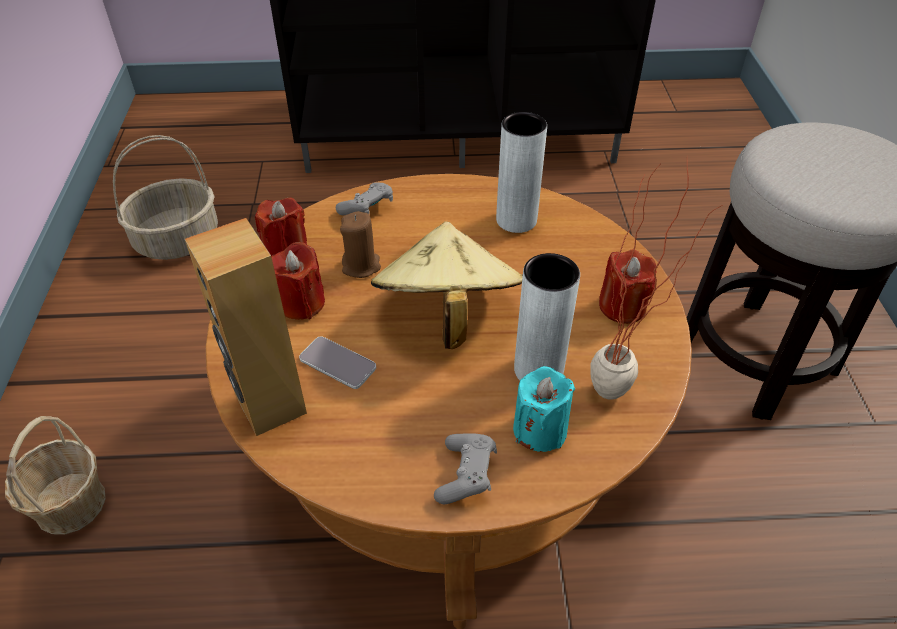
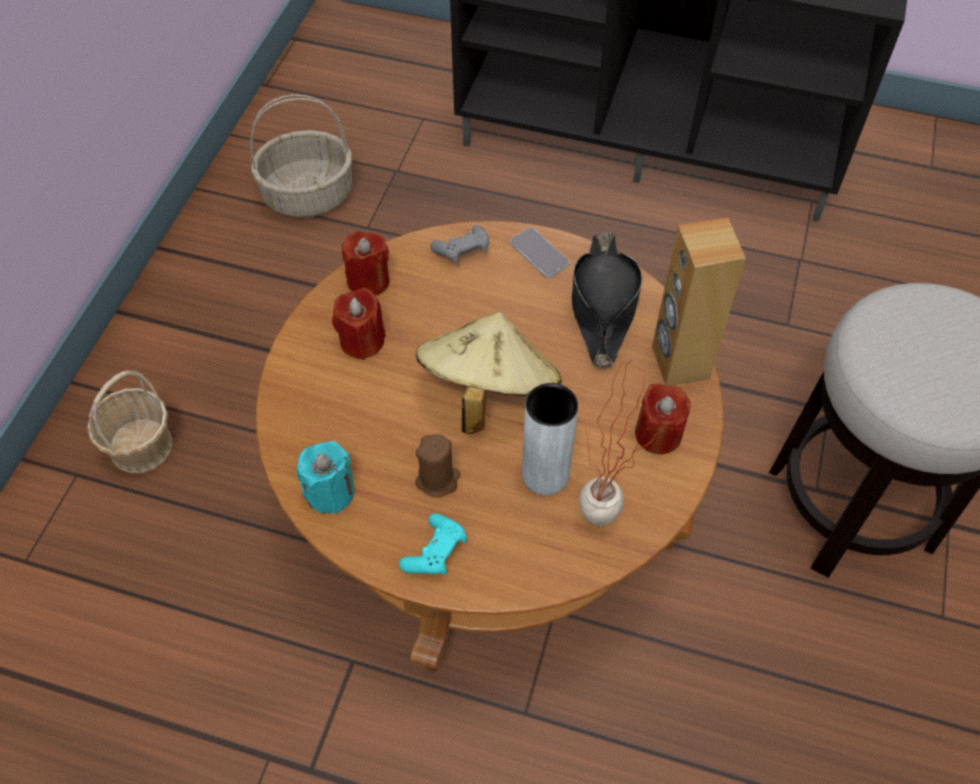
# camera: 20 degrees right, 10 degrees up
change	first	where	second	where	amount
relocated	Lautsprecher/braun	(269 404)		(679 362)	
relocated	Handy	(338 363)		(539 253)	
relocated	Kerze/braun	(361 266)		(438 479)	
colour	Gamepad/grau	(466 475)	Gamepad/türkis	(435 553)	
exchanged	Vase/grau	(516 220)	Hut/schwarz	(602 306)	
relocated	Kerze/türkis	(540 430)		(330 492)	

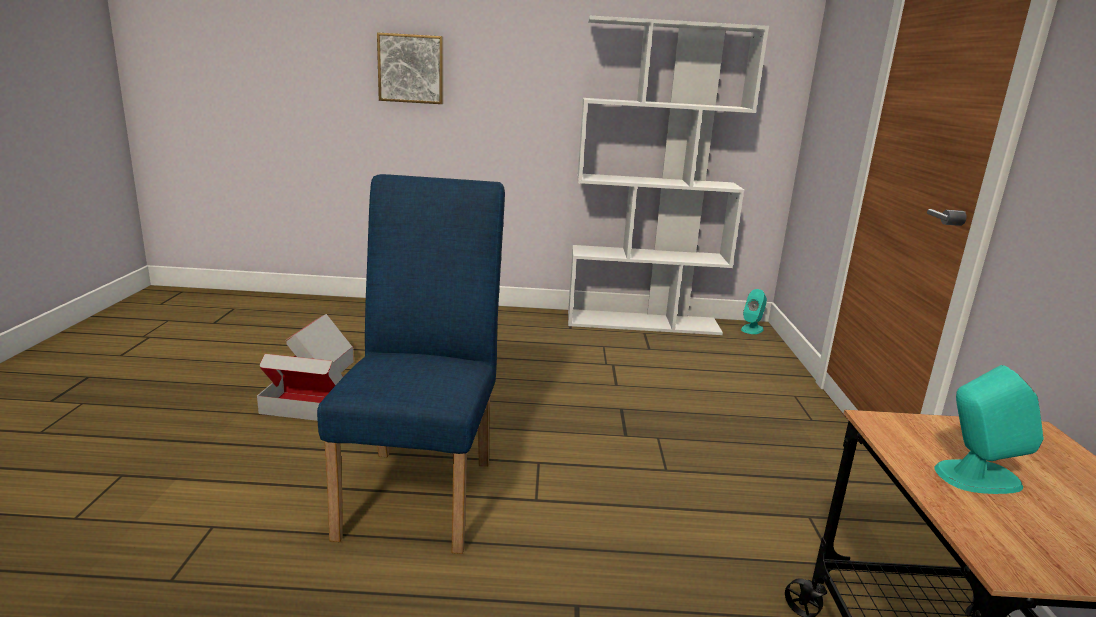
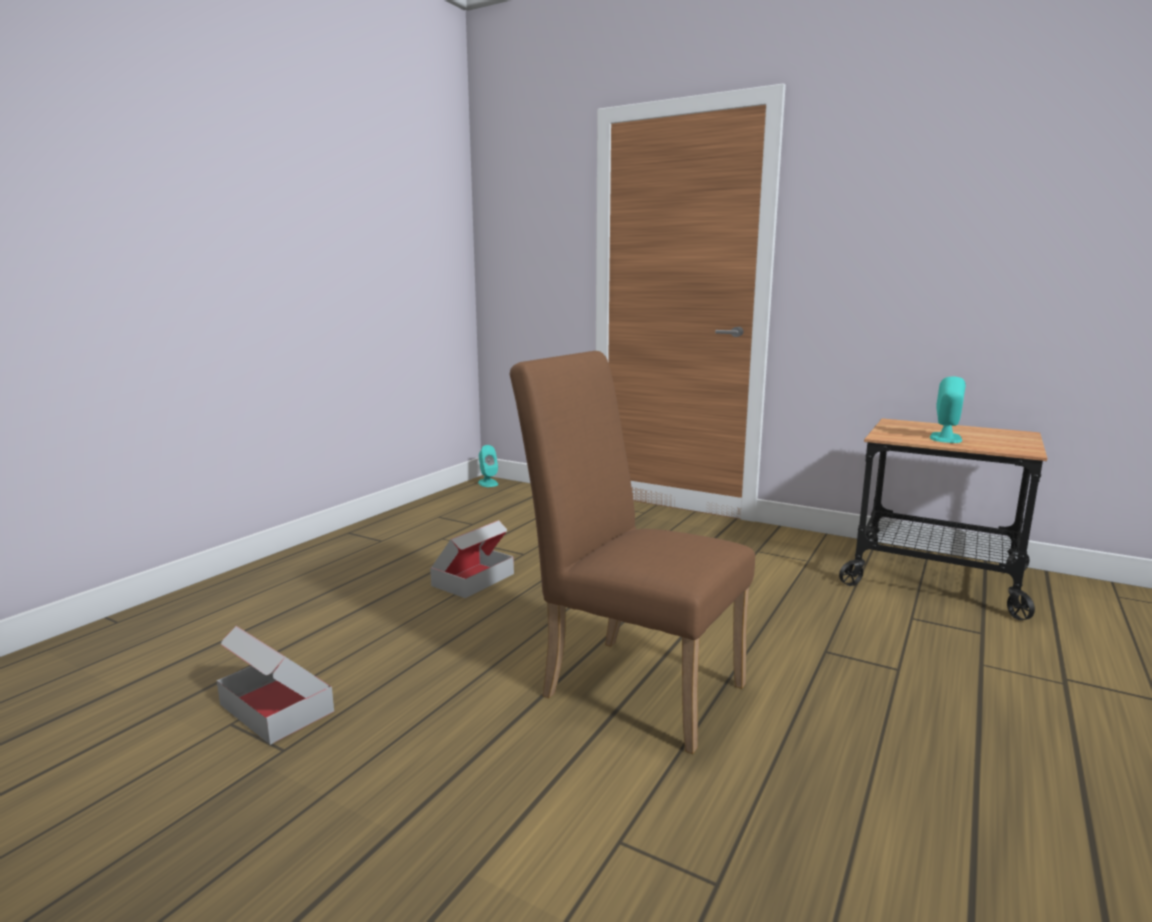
# camera: 60 degrees left, 5 degrees down
change	first	where	second	where	amount
relocated	Karton	(305 406)		(473 579)	
colour	Stuhl/blau	(422 489)	Stuhl/braun	(631 684)	
missing	Bild	(411 68)			
missing	Bücherregal/weiß	(643 322)			

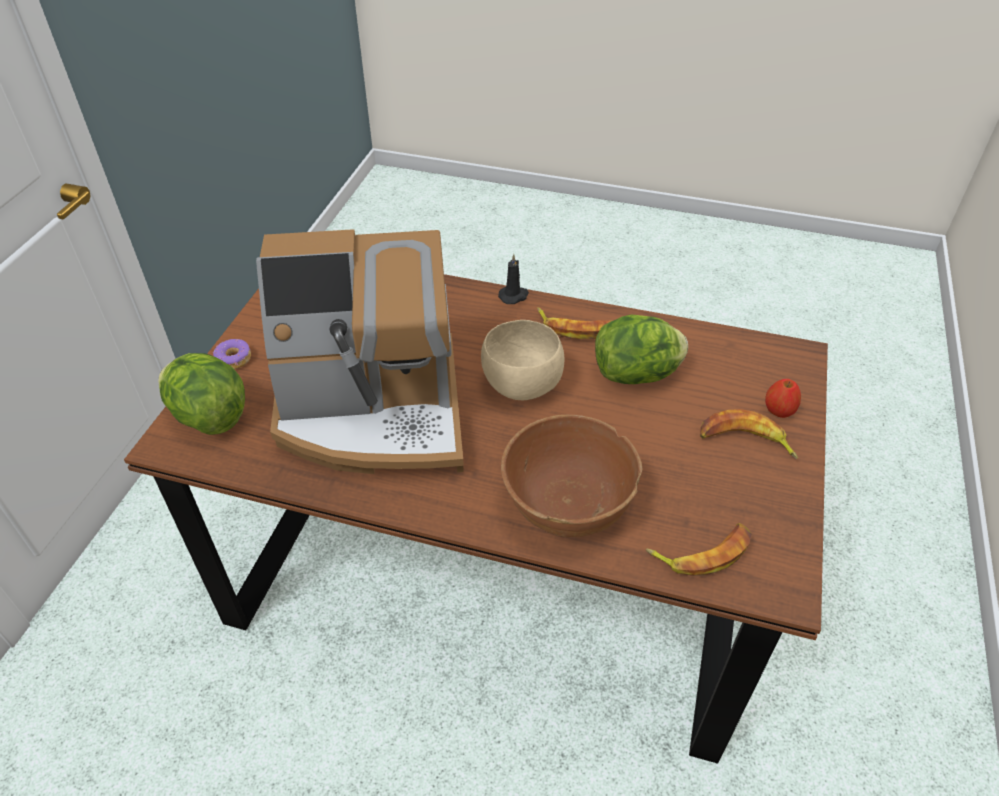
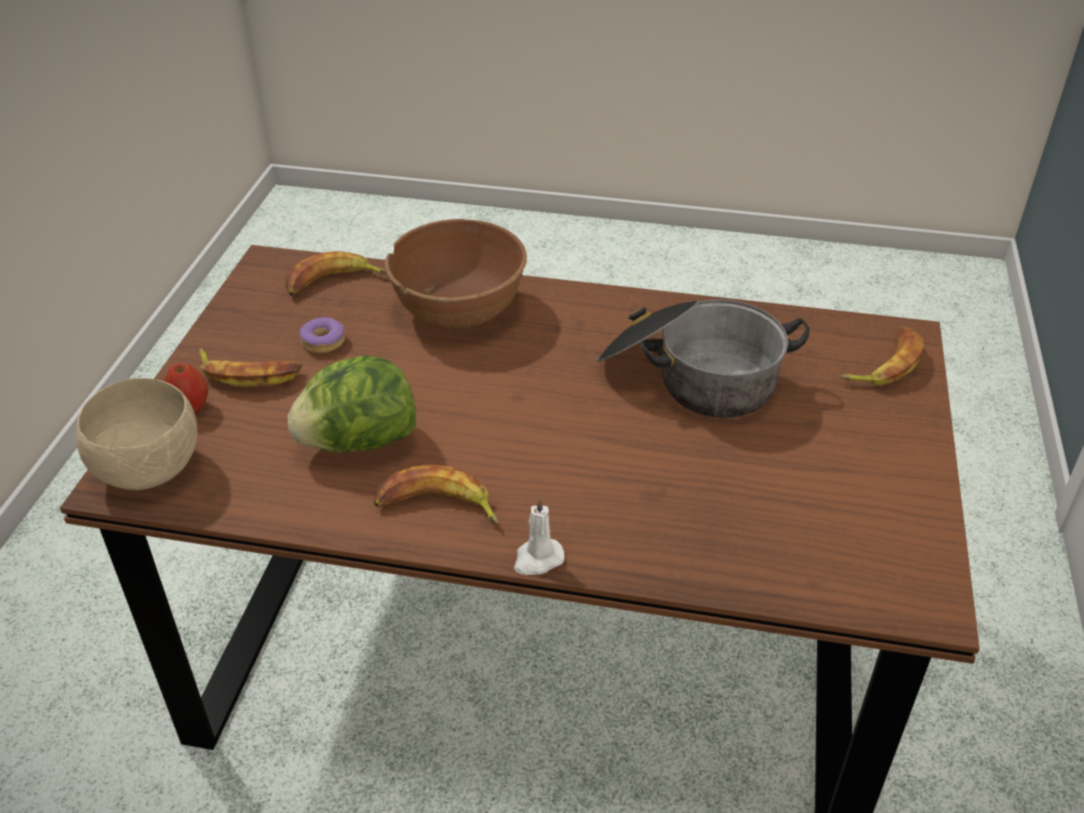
# camera: 175 degrees right, 5 degrees down
change	first	where	second	where	amount
exchanged	Salatkopf	(208 416)	Banane	(884 364)	
relocated	Donut	(234 359)		(323 342)	
exchanged	Kaffeemaschine	(374 413)	Kochtopf	(691 378)	
relocated	Schüssel/beige	(520 386)		(152 469)	
colour	Kerze/schwarz	(514 296)	Kerze/weiß	(537 559)	

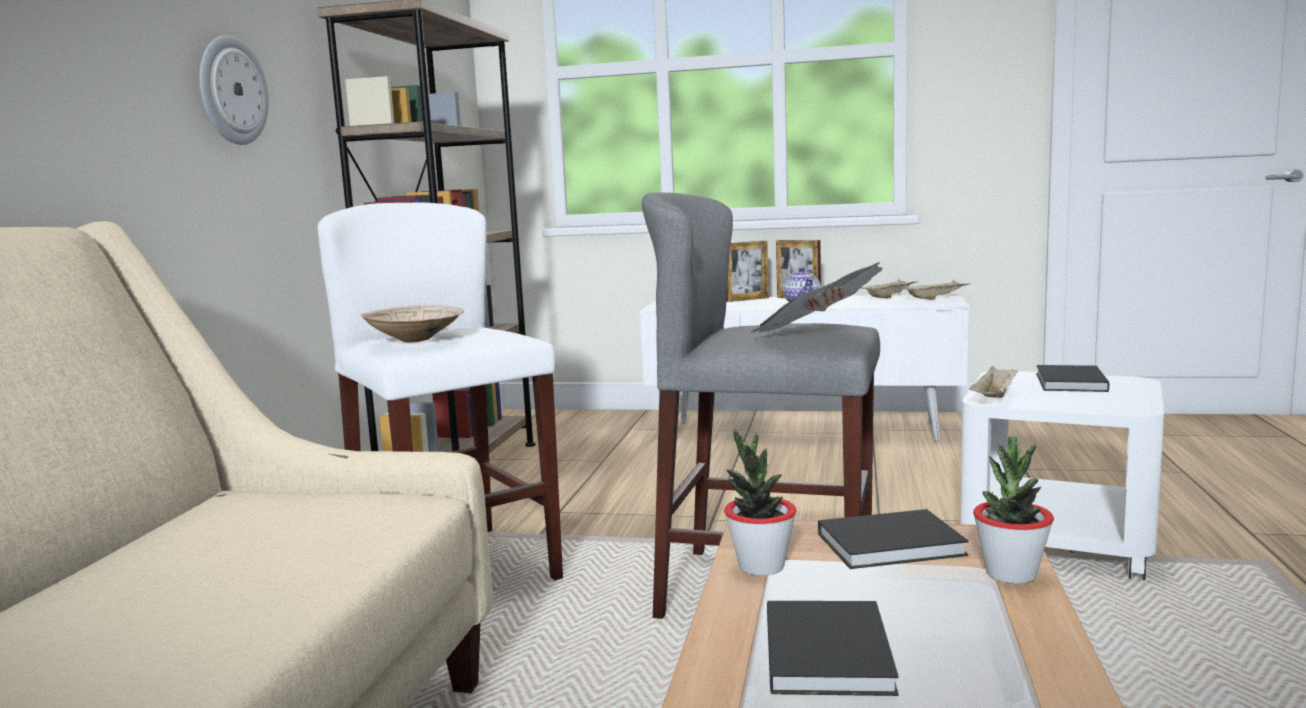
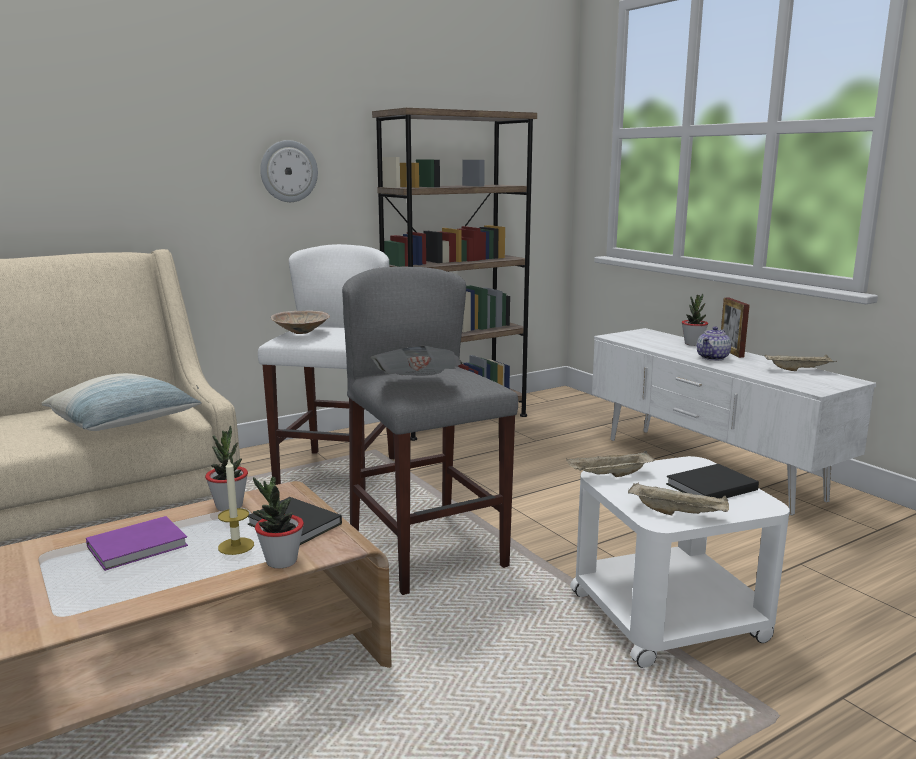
# camera: 45 degrees right, 5 degrees up
change	first	where	second	where	amount
exchanged	Bilderrahmen	(747 299)	Topfpflanze	(693 344)	
colour	Buch/schwarz	(829 651)	Buch/lila	(140 546)	
relocated	Tablett/beige	(935 298)		(679 513)	
appeared			Kissen	(125 424)	
appeared			Kerze	(236 546)	

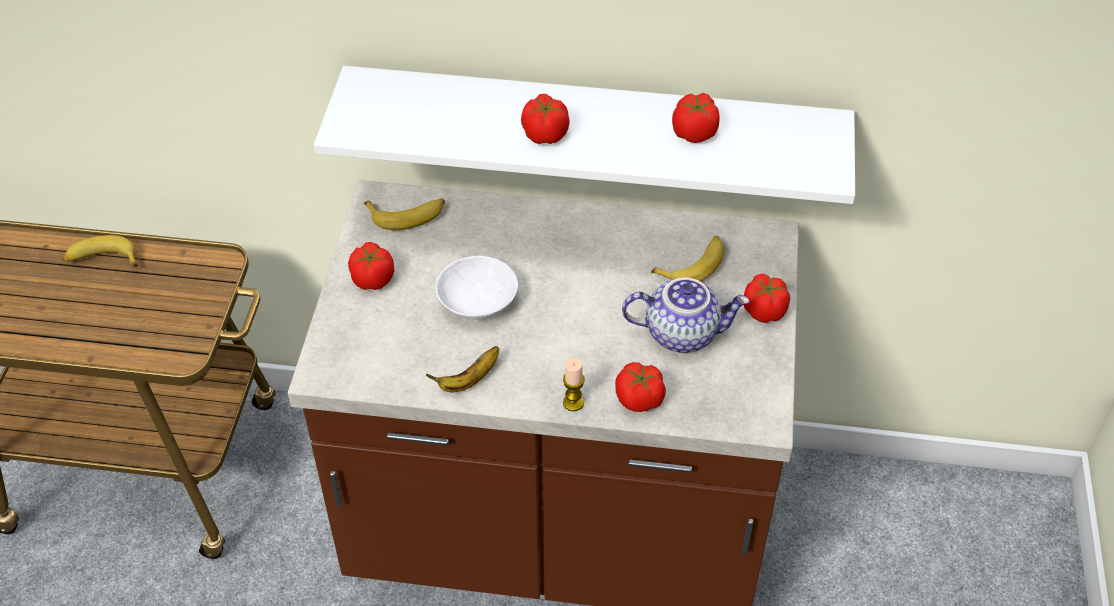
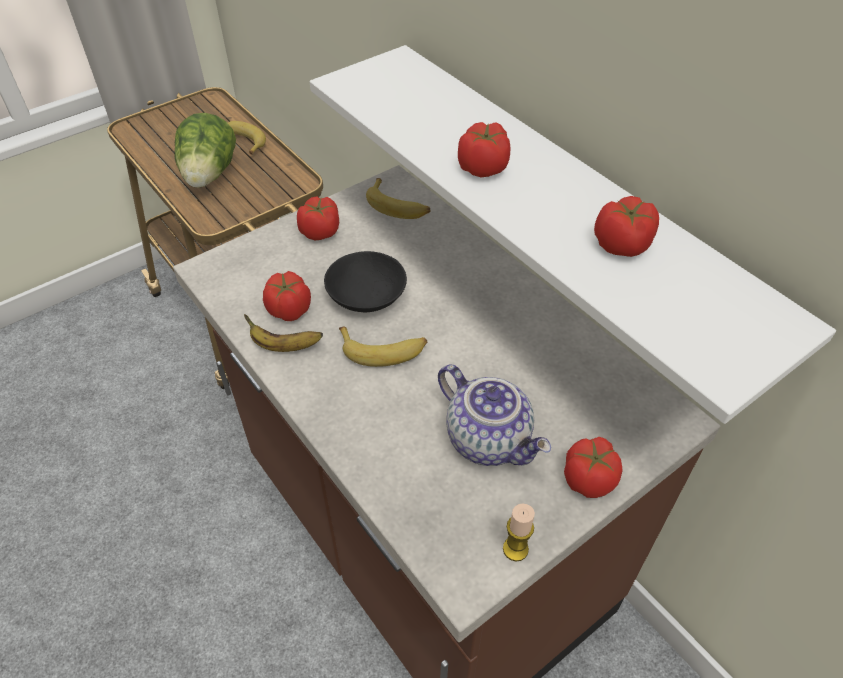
# camera: 45 degrees right, 0 degrees up
change	first	where	second	where	amount
colour	Schüssel/weiß	(479 300)	Schüssel/schwarz	(368 295)	
relocated	Kerze	(573 403)		(515 549)	
relocated	Tomate	(639 399)		(289 310)	
relocated	Banane	(693 265)		(383 350)	
appeared			Salatkopf	(209 175)	

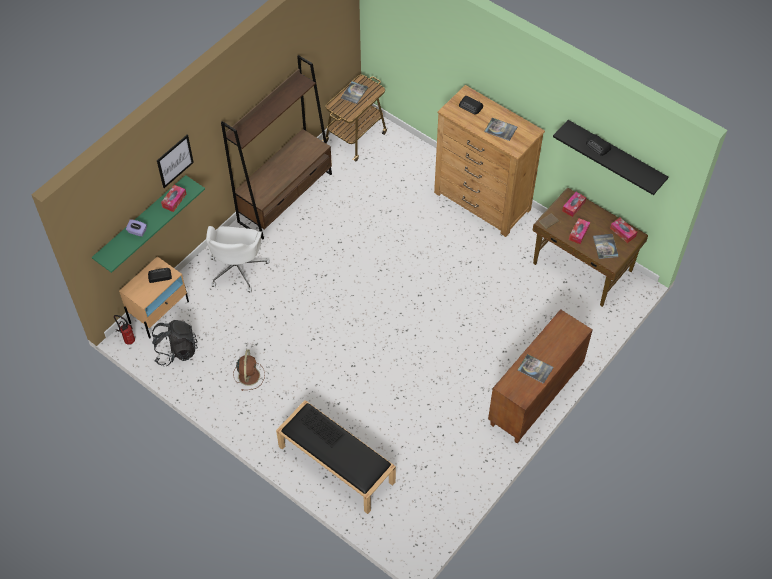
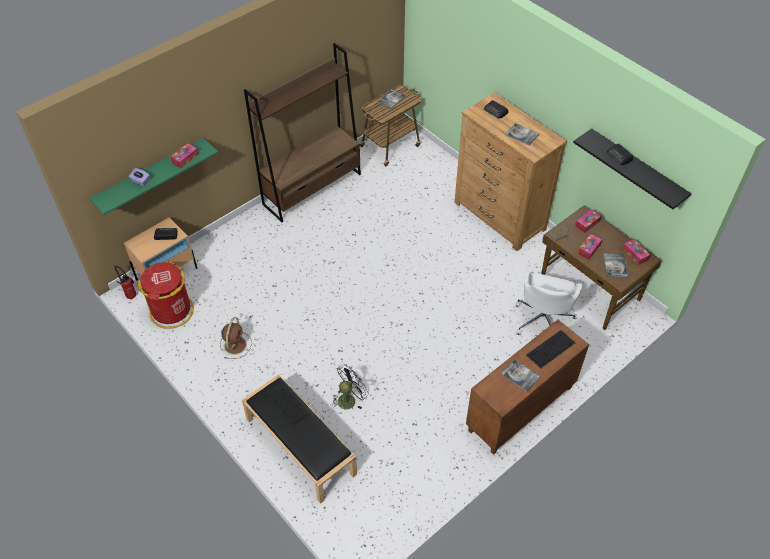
# camera: 10 degrees right, 5 degrees down
change	first	where	second	where	amount
exchanged	Rucksack/schwarz	(176 350)	Mülleimer/rot	(172 311)	
missing	Bild	(175 161)			
relocated	Bürostuhl/weiß	(238 268)		(543 319)	
appeared			Ventilator/schwarz	(349 398)	
appeared			Tastatur	(550 349)	

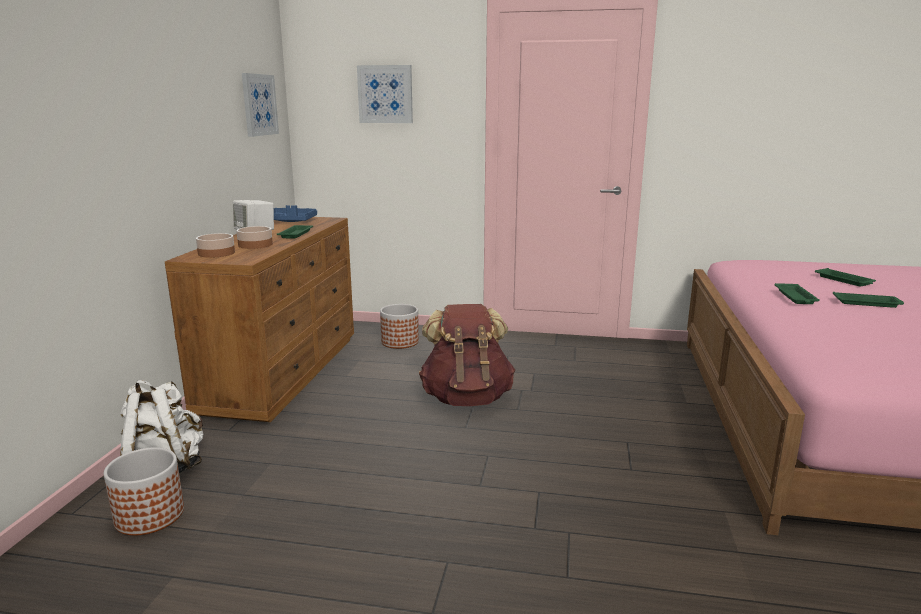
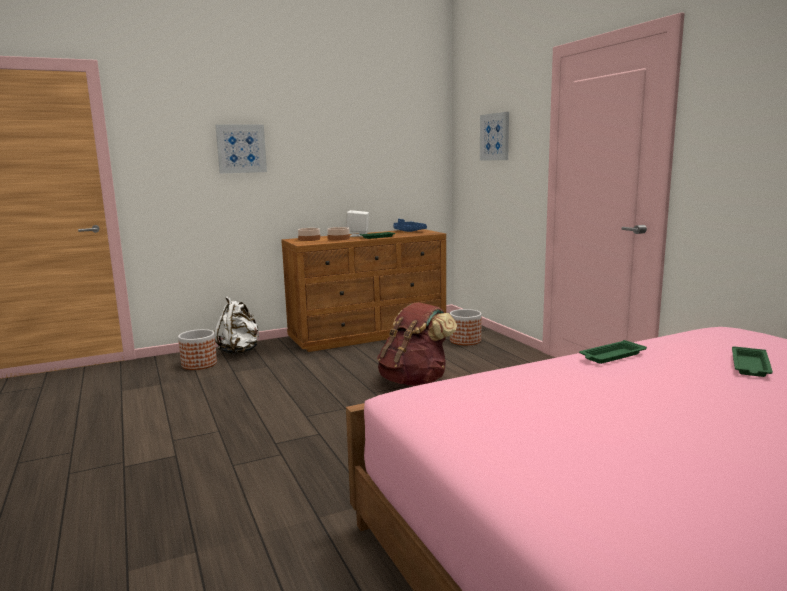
# camera: 55 degrees right, 5 degrees down
change	first	where	second	where	amount
relocated	Bild	(259 105)		(241 148)	
missing	Tablett/grün	(867 303)			

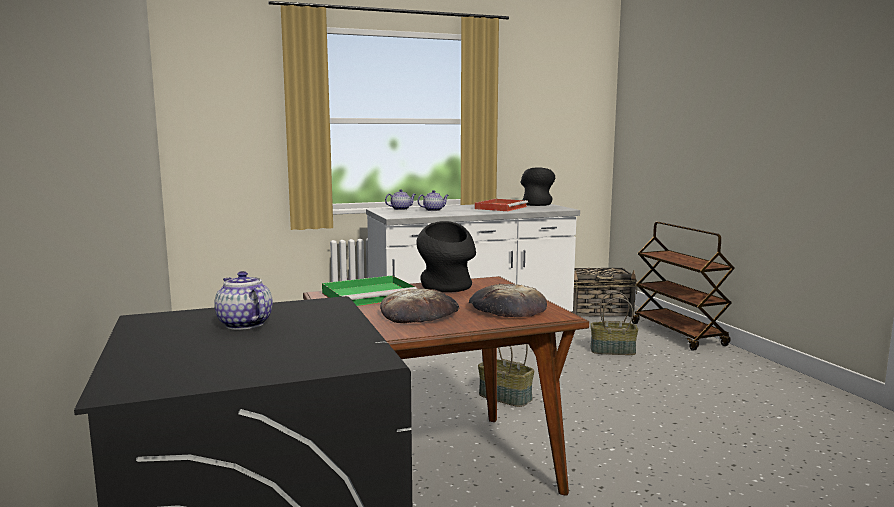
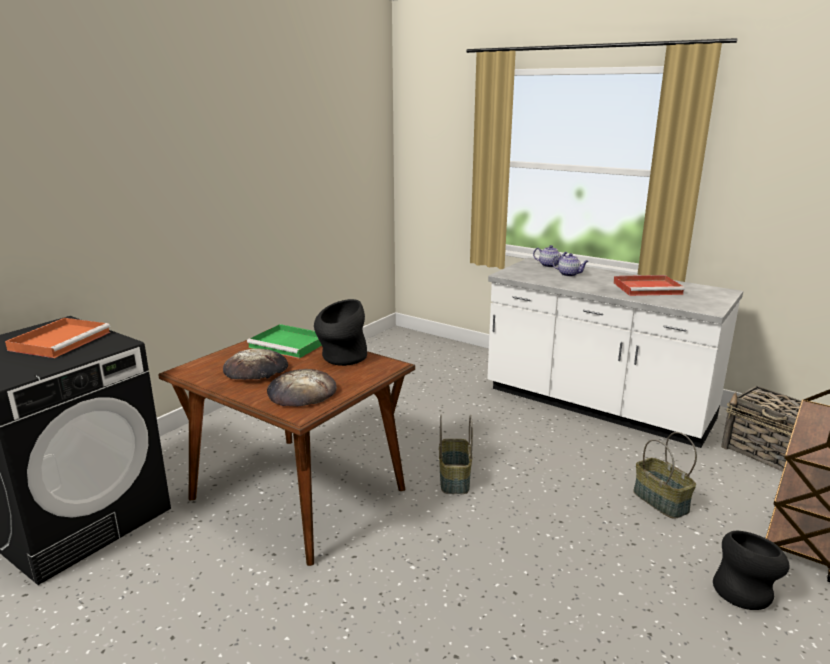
# camera: 55 degrees right, 10 degrees up
change	first	where	second	where	amount
exchanged	Teekanne	(243 324)	Tablett/orange	(61 340)	
relocated	Vase/schwarz	(536 204)		(744 591)	

